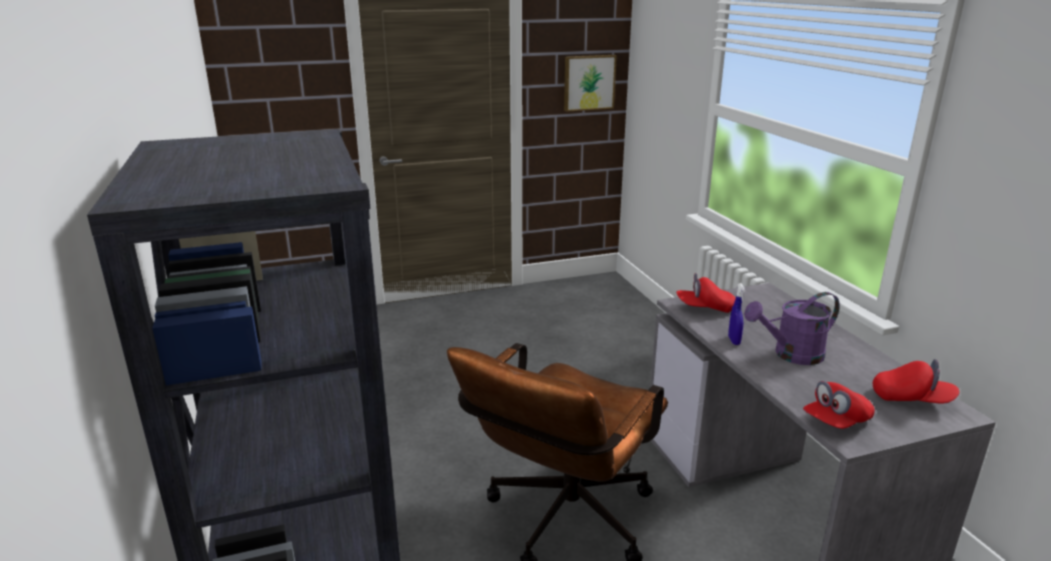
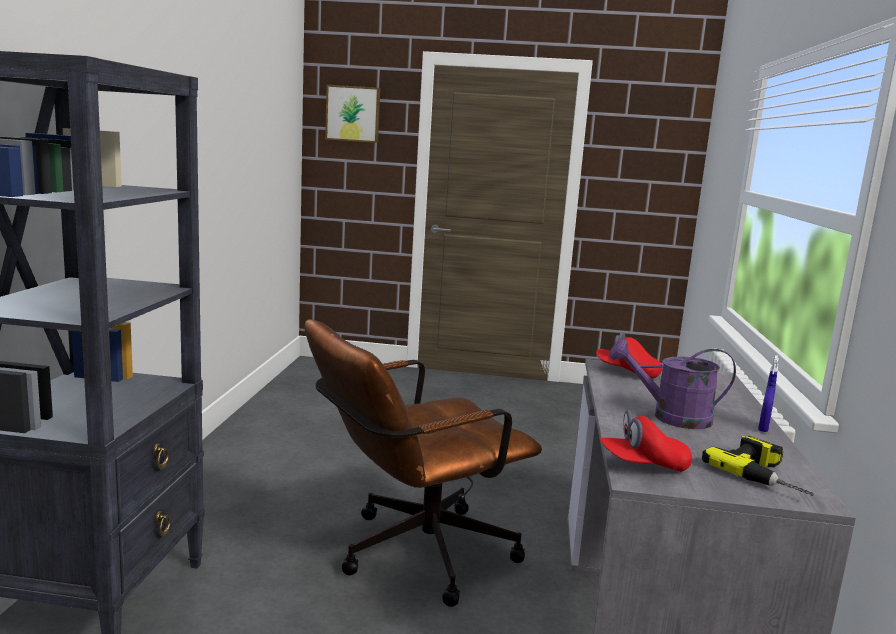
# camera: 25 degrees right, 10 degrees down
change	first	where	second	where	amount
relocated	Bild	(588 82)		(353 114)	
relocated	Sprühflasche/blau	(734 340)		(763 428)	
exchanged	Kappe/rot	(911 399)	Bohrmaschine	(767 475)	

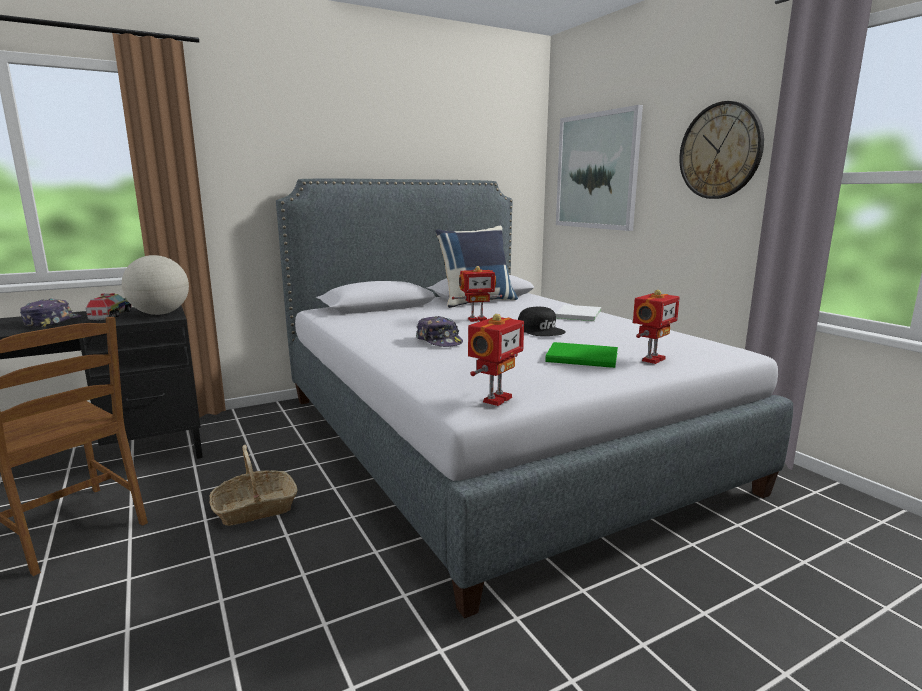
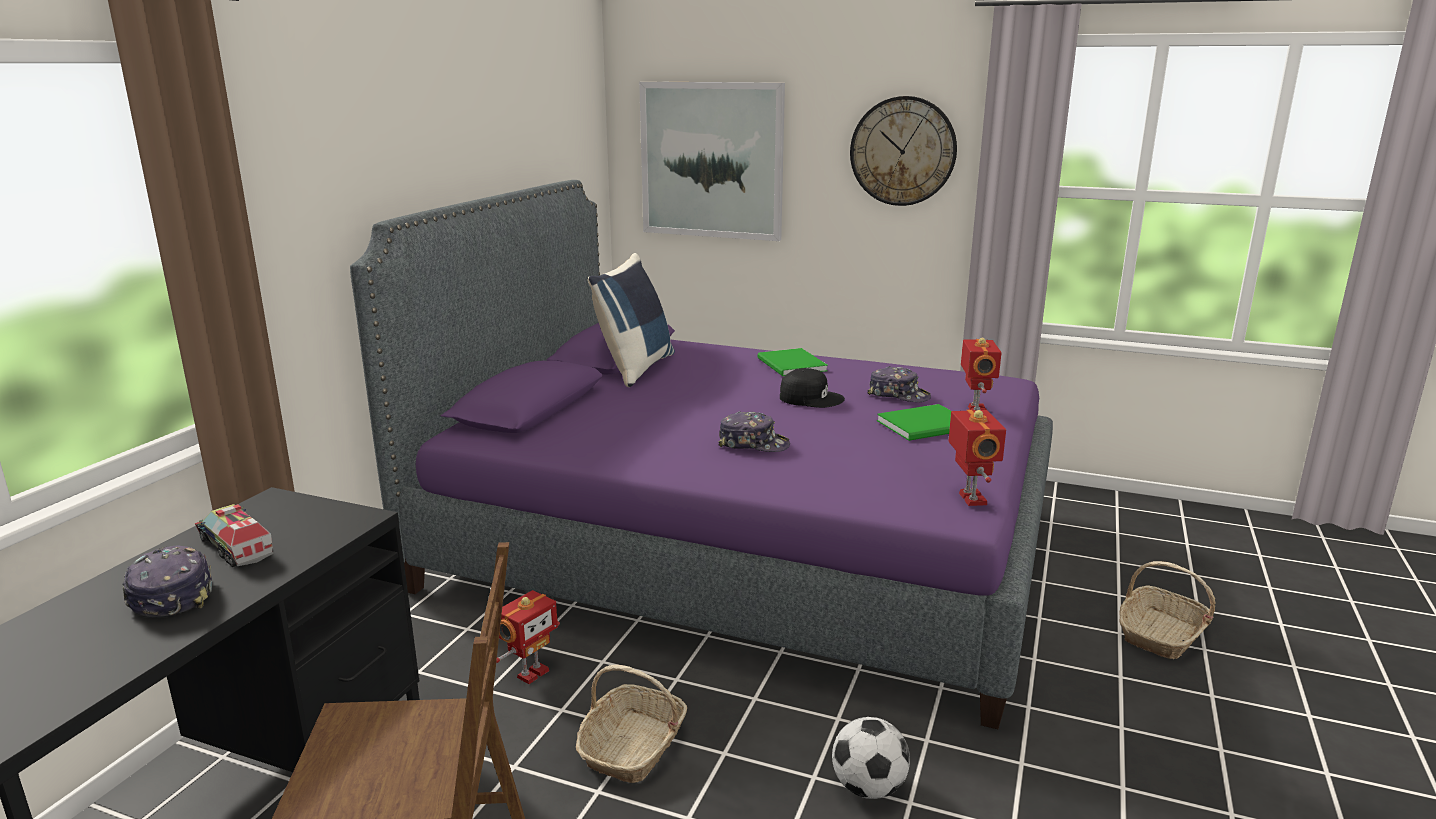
# camera: 40 degrees left, 5 degrees up
change	first	where	second	where	amount
missing	Globus	(160 314)			
colour	Bett/grau	(489 439)	Bett/lila	(740 549)	
relocated	Spielzeugroboter	(477 319)		(531 673)	
colour	Buch/weiß	(576 315)	Buch/grün	(791 365)	
appeared			Fußball	(868 788)	
appeared			Kappe	(898 395)	
appeared			Korb	(1161 635)	

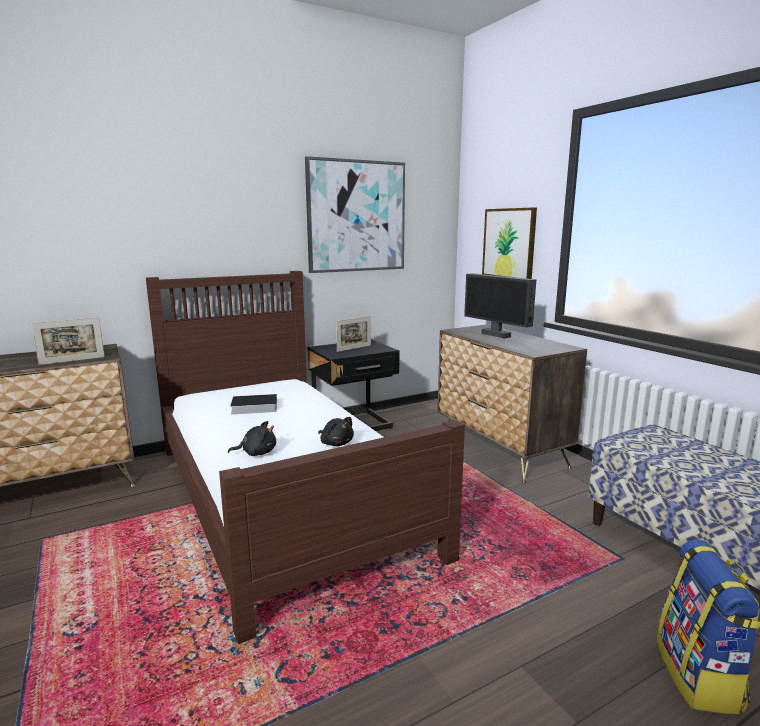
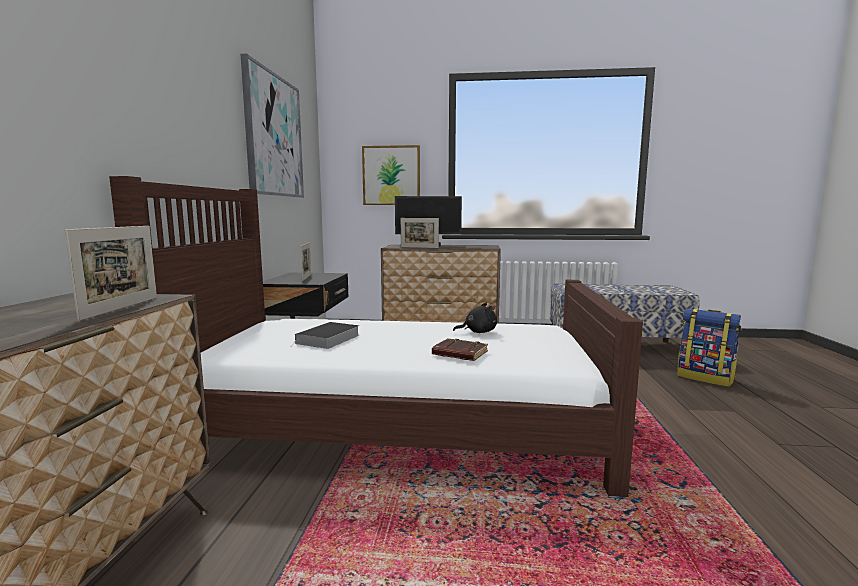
# camera: 55 degrees left, 5 degrees down
change	first	where	second	where	amount
exchanged	Plüschtier/schwarz	(256 453)	Buch/braun	(459 354)	
appeared			Bilderrahmen	(419 247)	

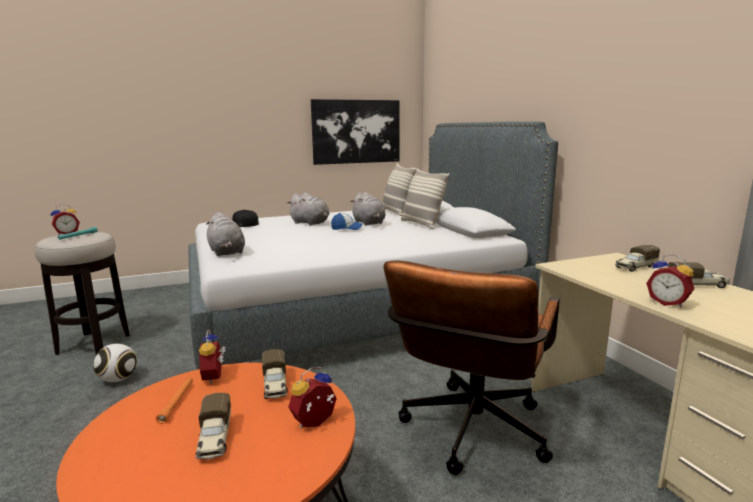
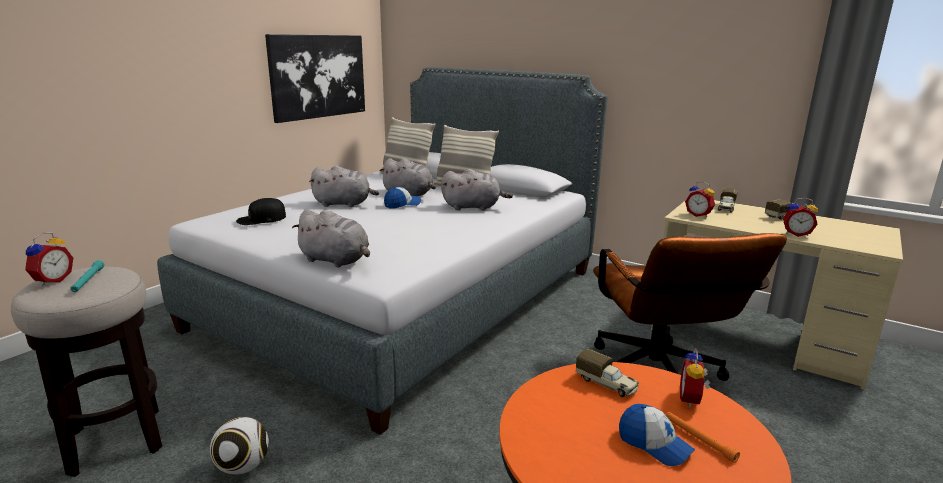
# camera: 35 degrees left, 5 degrees up
change	first	where	second	where	amount
relocated	Taschenlampe/orange	(177 402)		(699 439)	
exchanged	Spielzeuglaster	(215 440)	Kappe	(654 444)	
relocated	Wecker	(215 377)		(698 215)	
appeared			Plüschtier/grau	(473 207)	

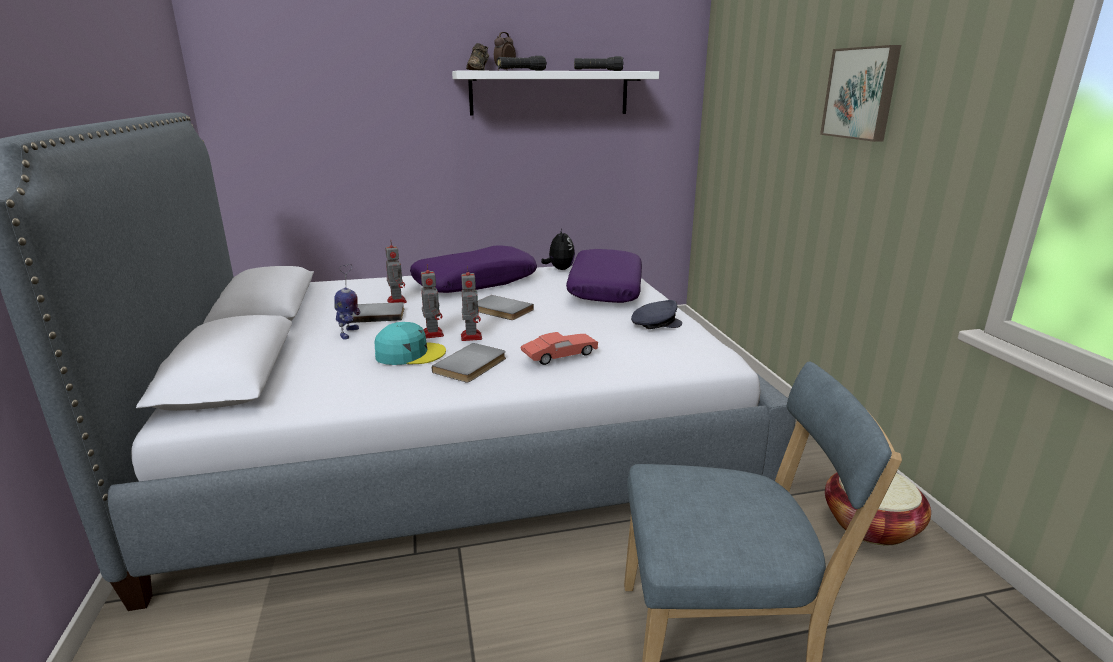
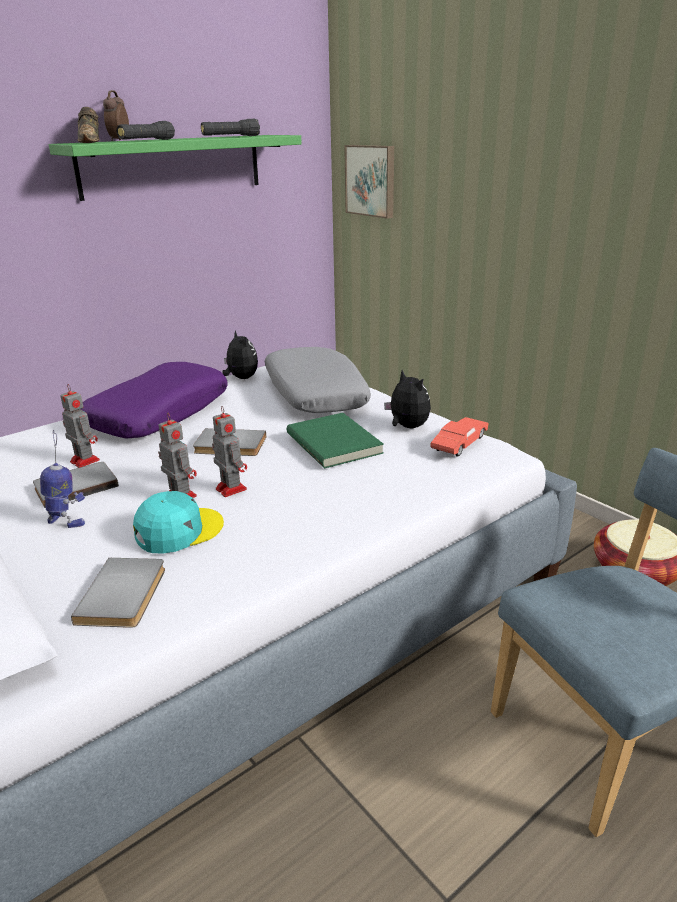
# camera: 25 degrees left, 5 degrees up
change	first	where	second	where	amount
spun	Spielzeugroboter	(349 333)		(66 521)	45 degrees counterclockwise
relocated	Buch/grau	(472 365)		(125 595)	
colour	Wandregal/weiß	(549 93)	Wandregal/grün	(172 166)	
relocated	Spielzeugauto/rot	(559 356)		(459 445)	
colour	Kissen/lila	(604 288)	Kissen/grau	(314 394)	
exchanged	Kappe/grau	(655 324)	Plüschtier	(407 427)	
relocated	Bild	(861 93)		(371 180)	
appeared			Buch/grün	(335 443)	

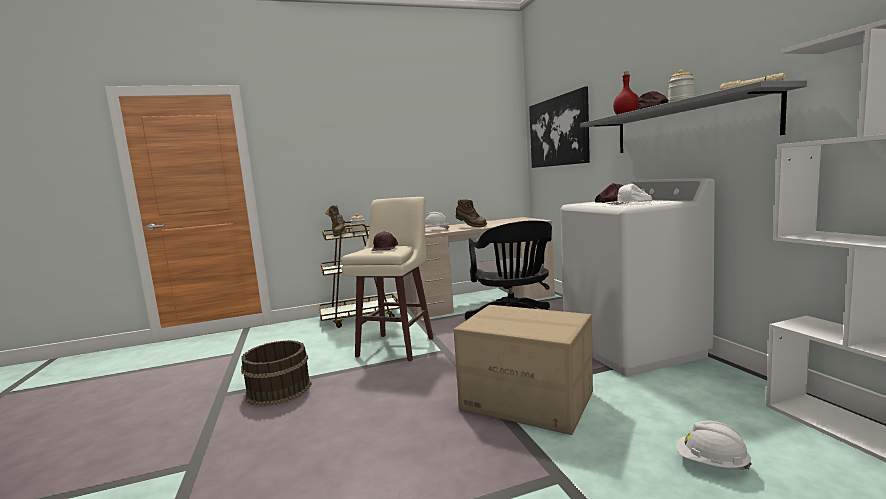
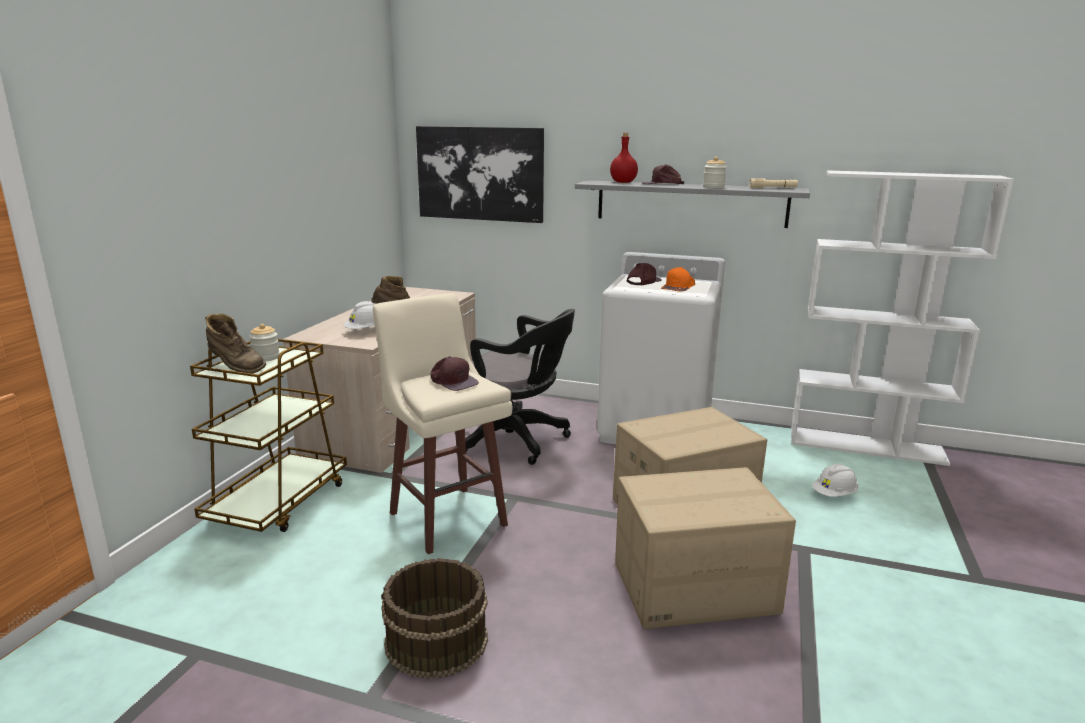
# camera: 55 degrees left, 10 degrees up
change	first	where	second	where	amount
colour	Kappe/weiß	(629 203)	Kappe/orange	(679 287)	
appeared			Karton	(694 589)	

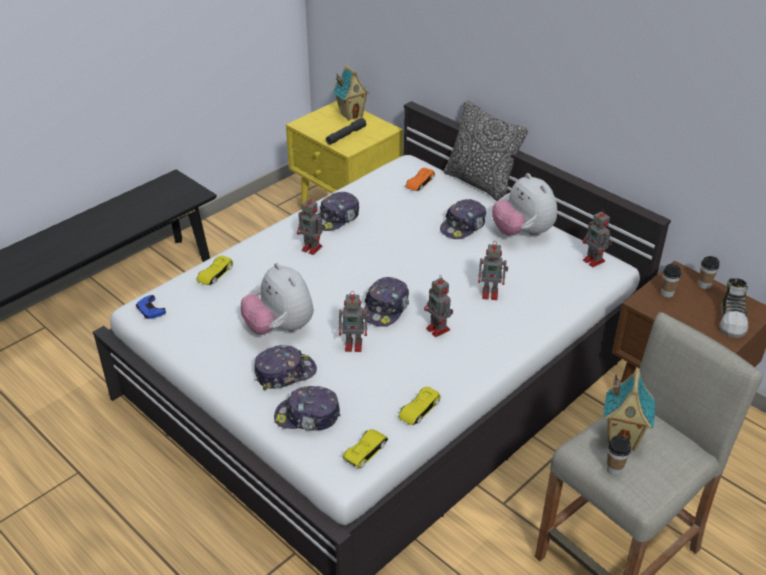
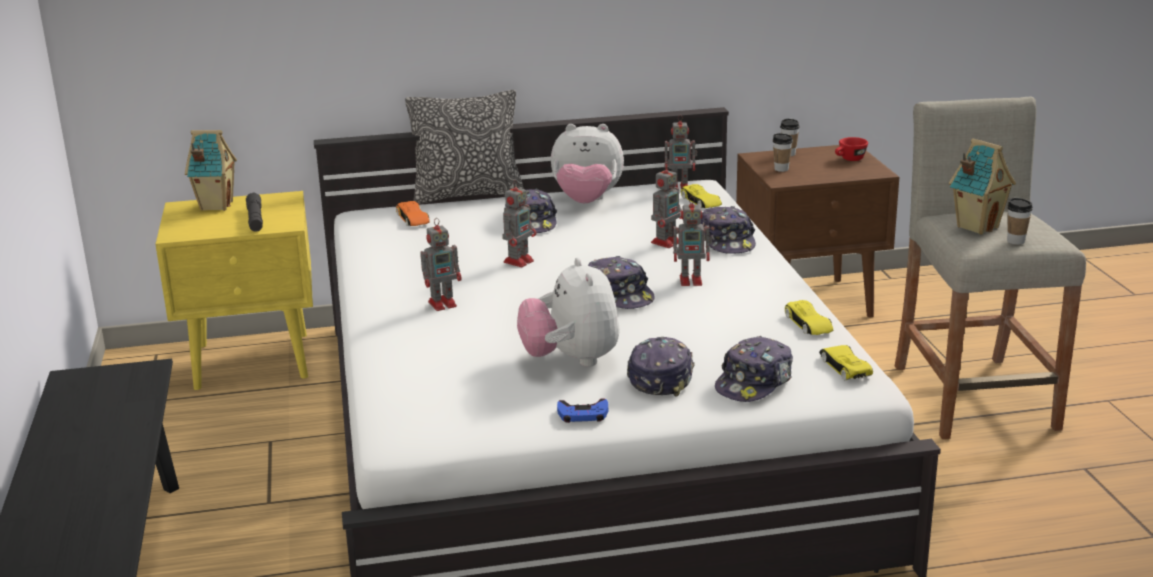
# camera: 55 degrees left, 15 degrees down
change	first	where	second	where	amount
relocated	Gamepad/blau	(150 310)		(583 415)	
relocated	Spielzeugauto/gelb	(215 274)		(701 201)	
spun	Plüschtier	(280 328)		(571 360)	75 degrees clockwise
relocated	Kappe	(337 218)		(727 241)	
relocated	Spielzeugroboter	(355 345)		(519 261)	
exchanged	Schuh	(733 320)	Tasse/rot	(849 159)	

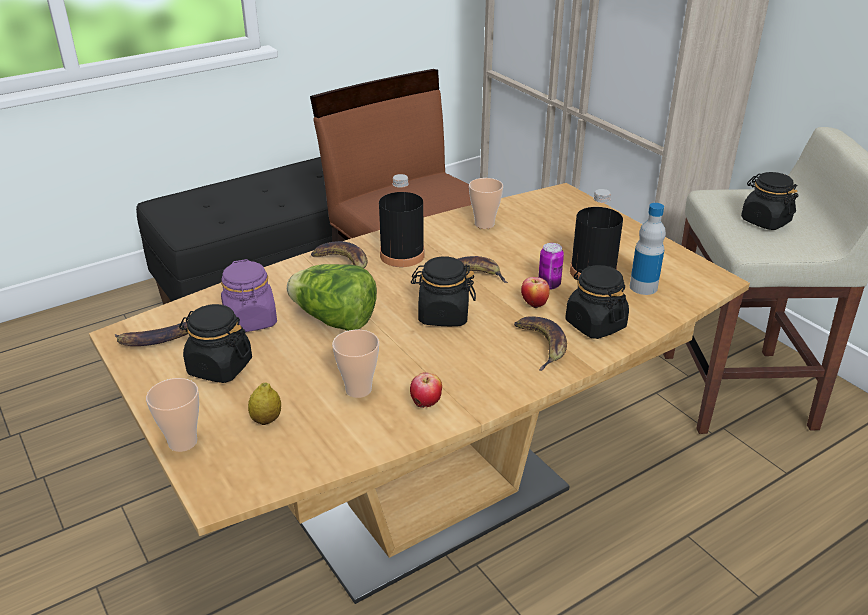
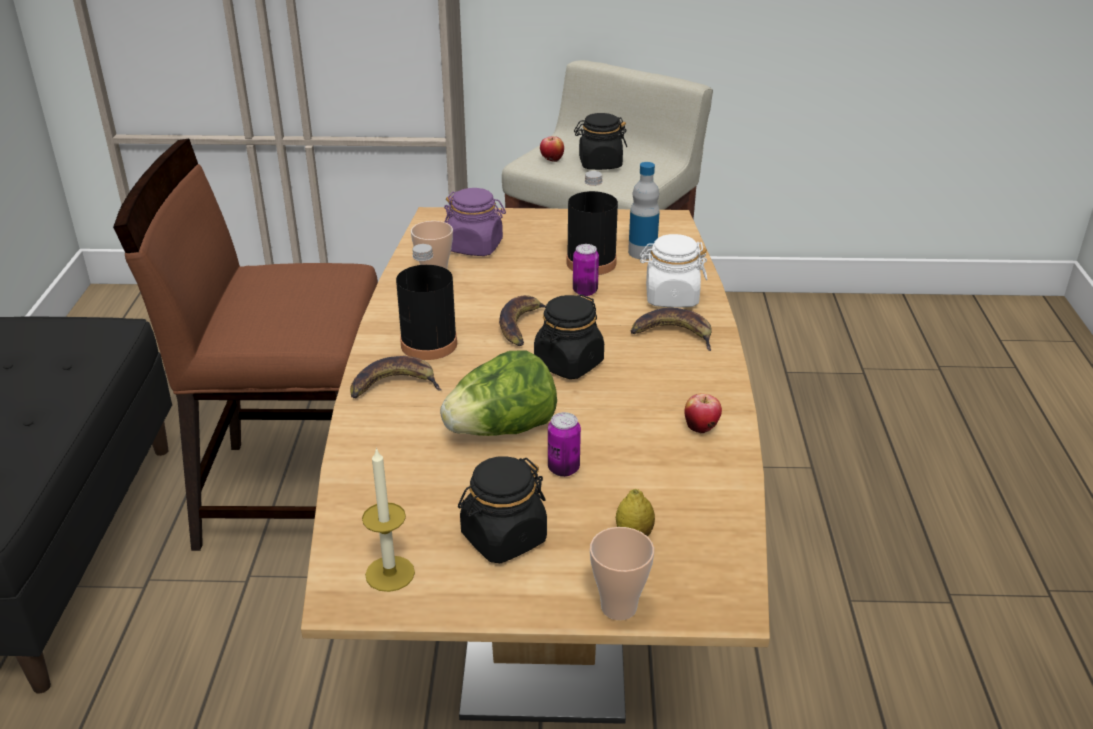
# camera: 55 degrees left, 0 degrees up
change	first	where	second	where	amount
exchanged	Banane	(154 340)	Kerze	(390 573)	
relocated	Vorratsglas/lila	(251 320)		(475 247)	
missing	Tasse	(358 389)			
relocated	Apfel	(534 304)		(552 160)	
colour	Vorratsglas/schwarz	(595 324)	Vorratsglas/weiß	(671 297)	
appeared			Dose	(563 469)	

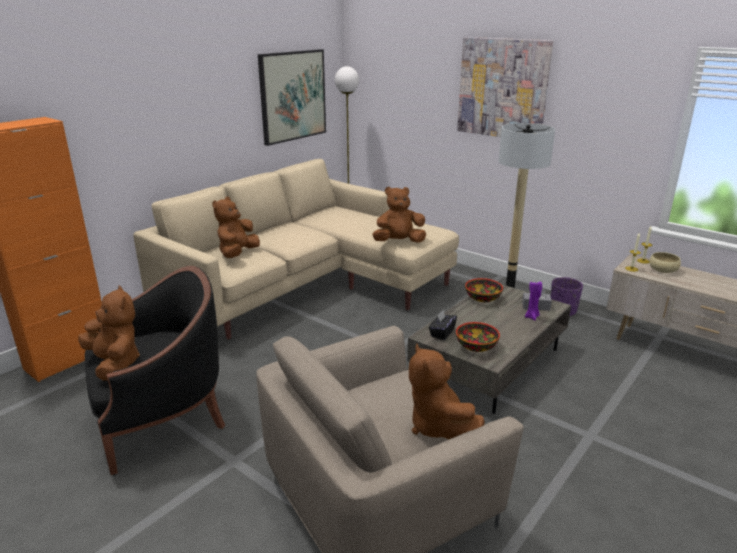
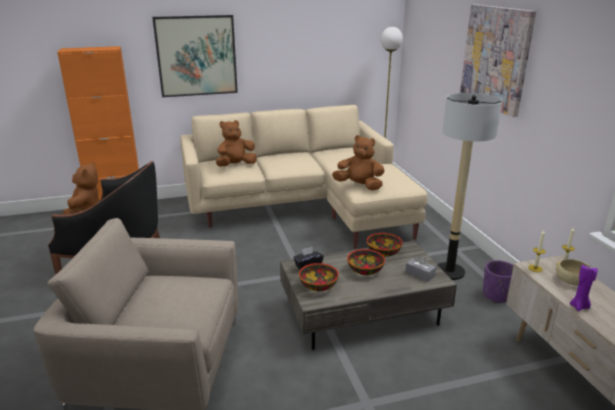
# camera: 35 degrees right, 0 degrees up
change	first	where	second	where	amount
relocated	Bild	(292 96)		(196 56)	
missing	Plüschtier/braun	(438 427)			
relocated	Kerze/lila	(532 317)		(579 307)	
appeared			Schüssel	(365 270)	

